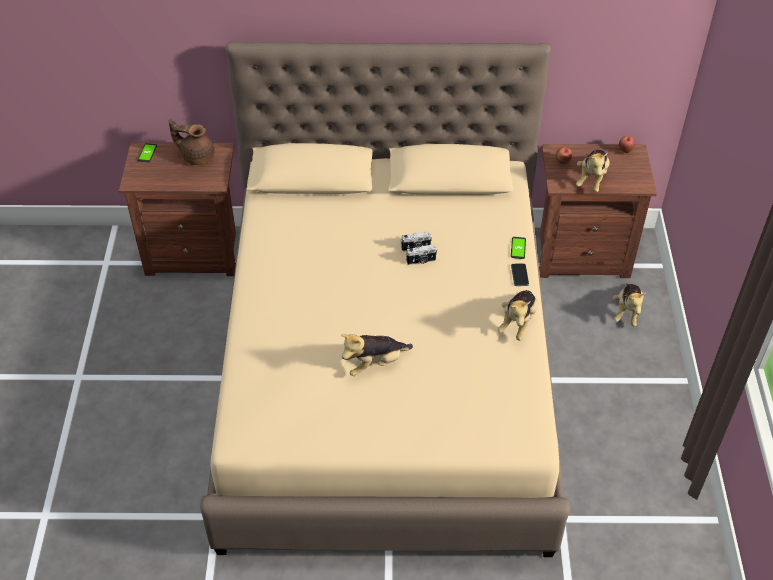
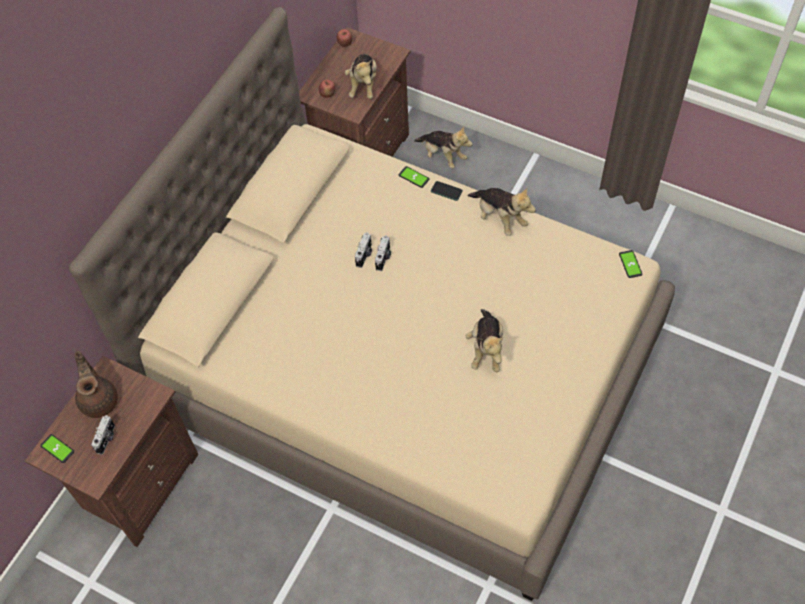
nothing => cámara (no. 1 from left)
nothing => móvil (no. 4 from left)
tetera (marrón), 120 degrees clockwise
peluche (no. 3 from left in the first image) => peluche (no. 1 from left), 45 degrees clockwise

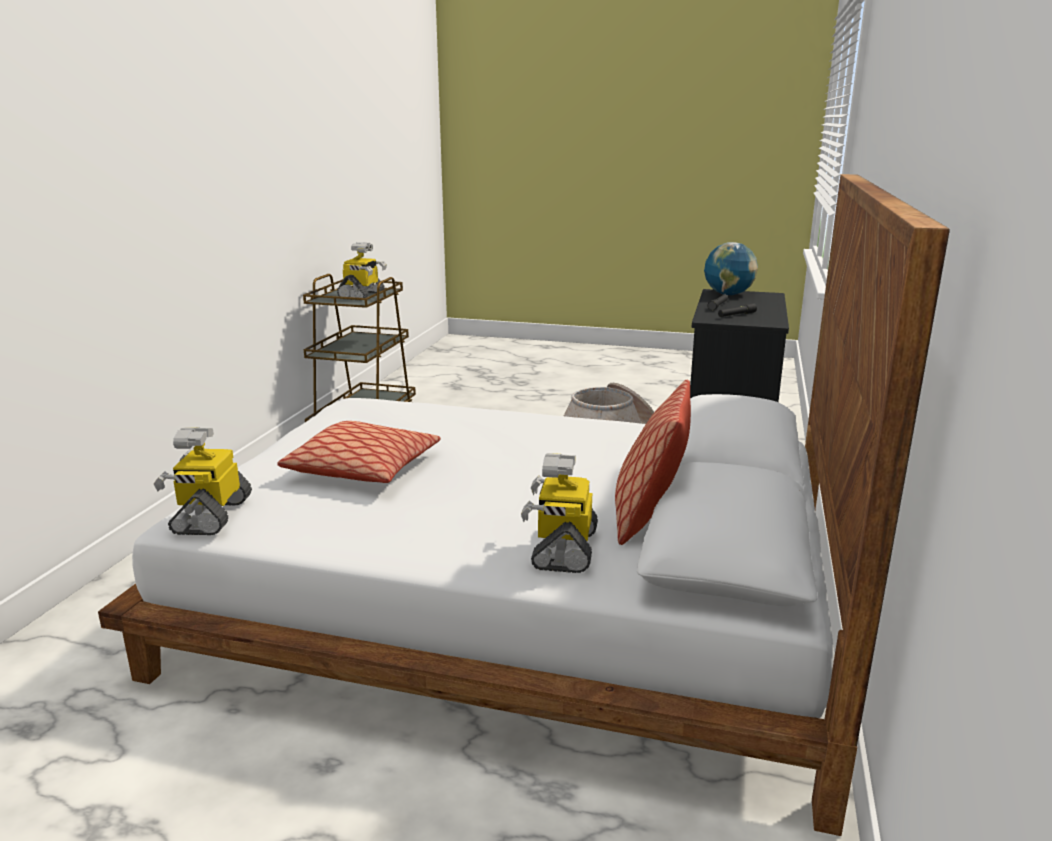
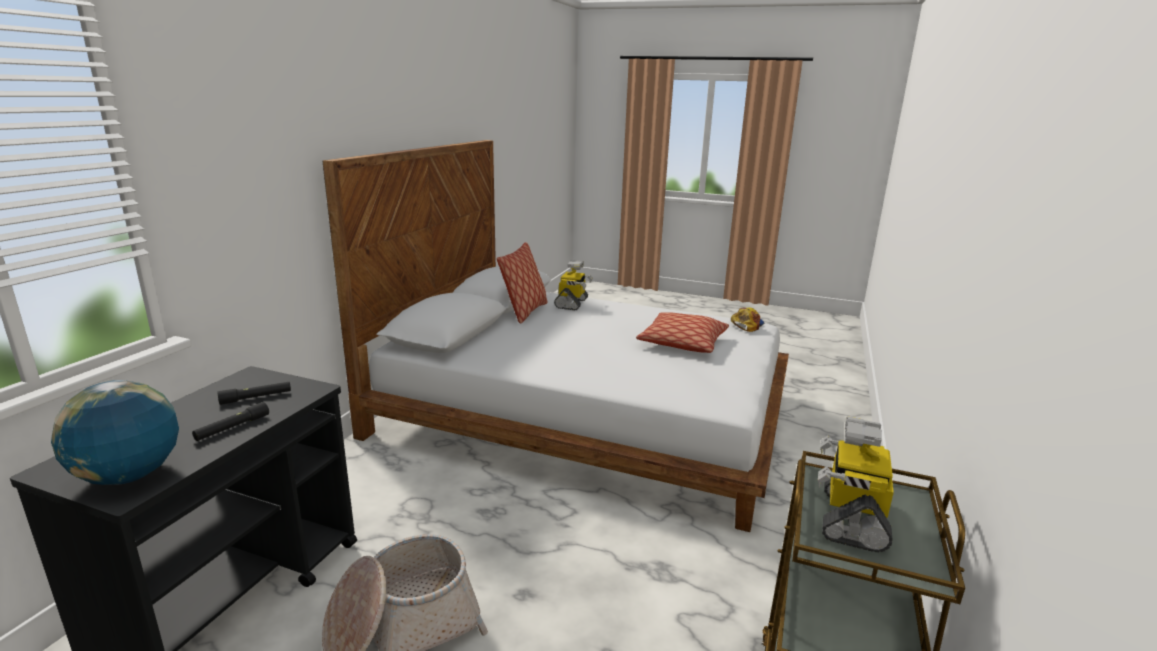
robot de juguete (no. 1 from left) => gorra

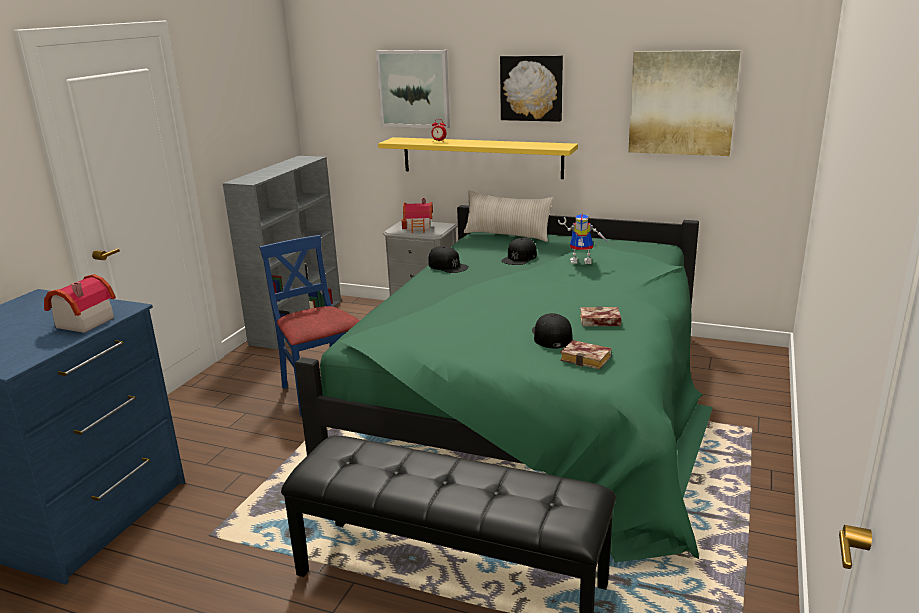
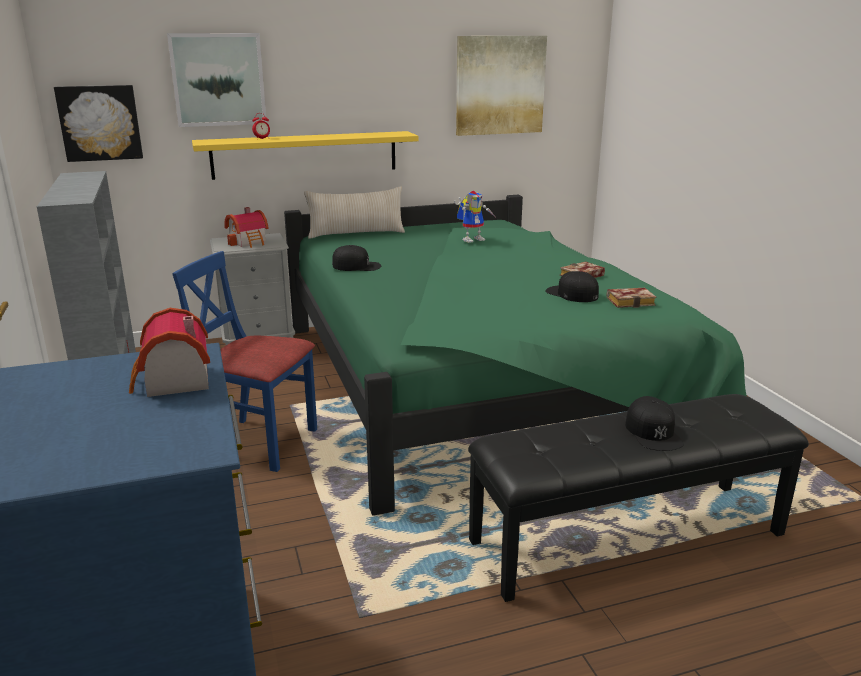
cuadro (no. 2 from left in the first image) => cuadro (no. 1 from left), shifted
gorra (negro) (no. 2 from left in the first image) => gorra (negro) (no. 3 from left), shifted

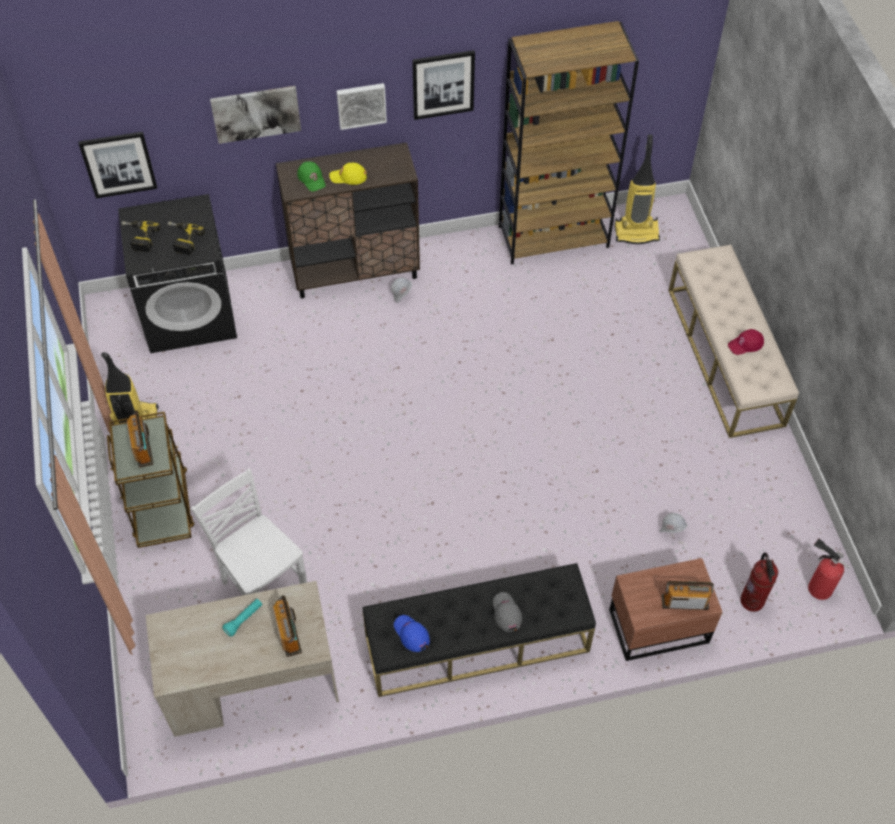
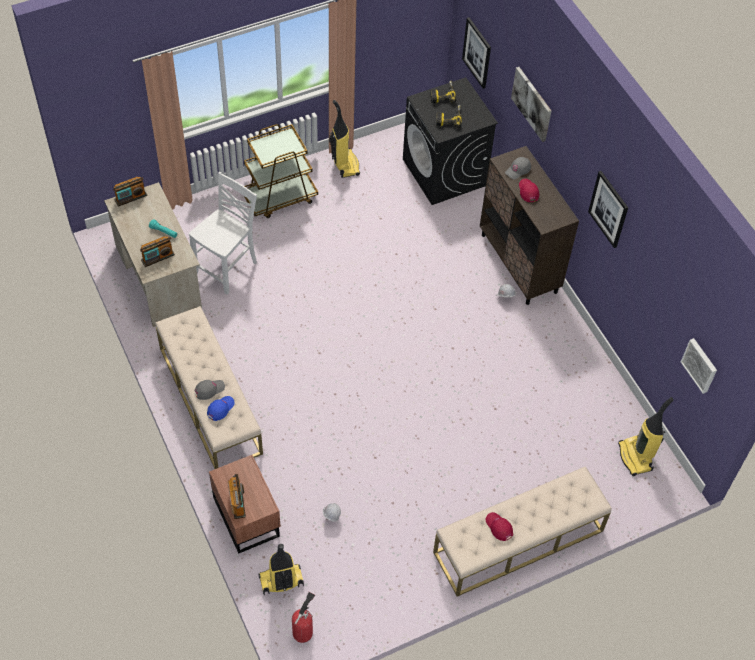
estantería (marrón) => nothing
radio (no. 1 from left), shifted
cuadro (no. 3 from left in the first image) => cuadro (no. 4 from left), shifted
gorra (azul), shifted
extintor (no. 1 from left) => aspiradora (no. 1 from left)
gorra (verde) => gorra (gris) (no. 2 from left)
gorra (amarillo) => gorra (rojo) (no. 2 from left)
banco (negro) => banco (beis) (no. 1 from left)

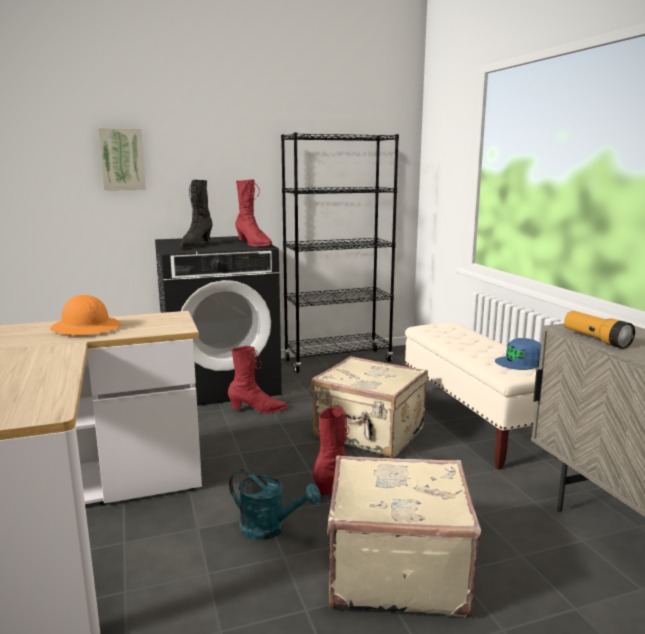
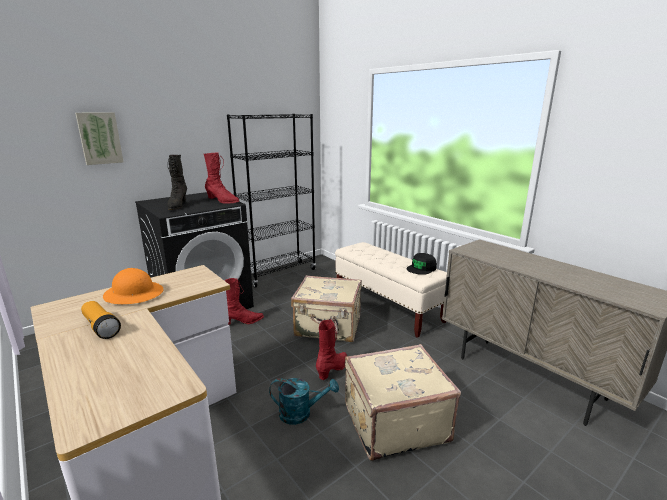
linterna, shifted
gorra (azul) => gorra (negro)

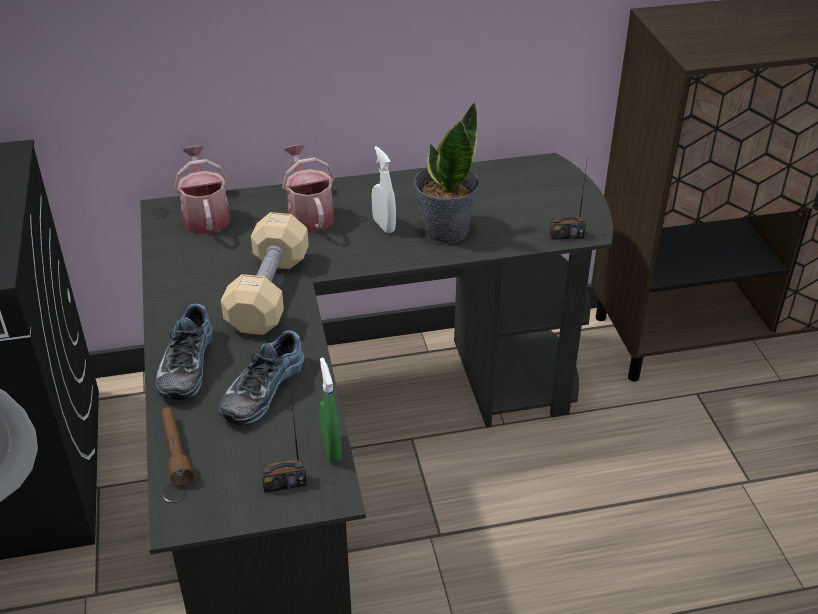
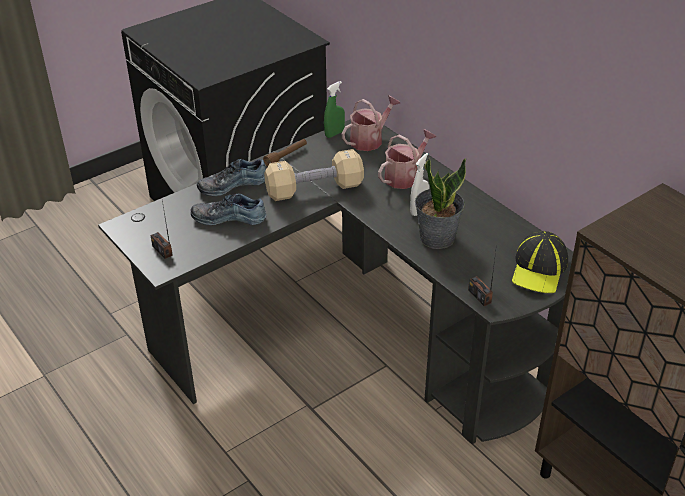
nothing => gorra
linterna (marrón), shifted
pulverizador (verde), shifted

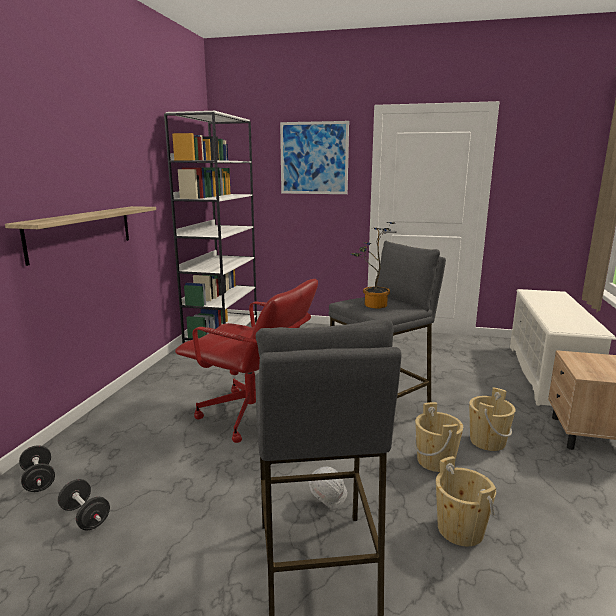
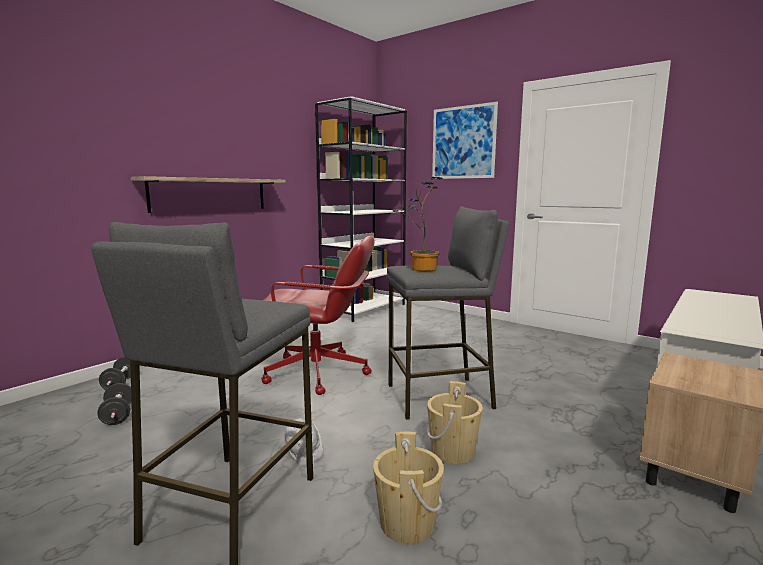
cubo (beis) (no. 3 from left) => nothing
silla de oficina (rojo), 45 degrees counterclockwise

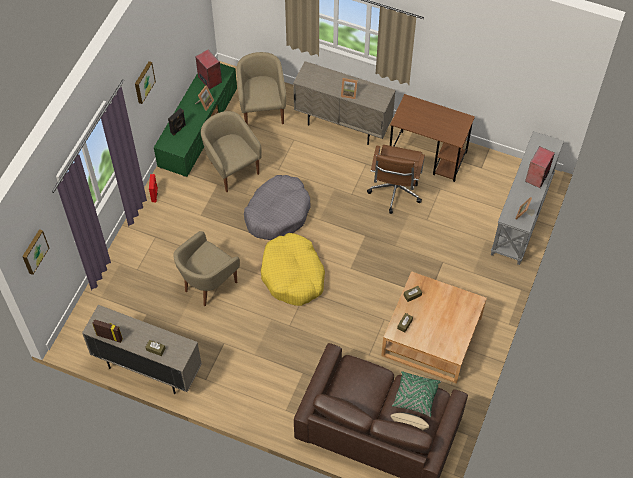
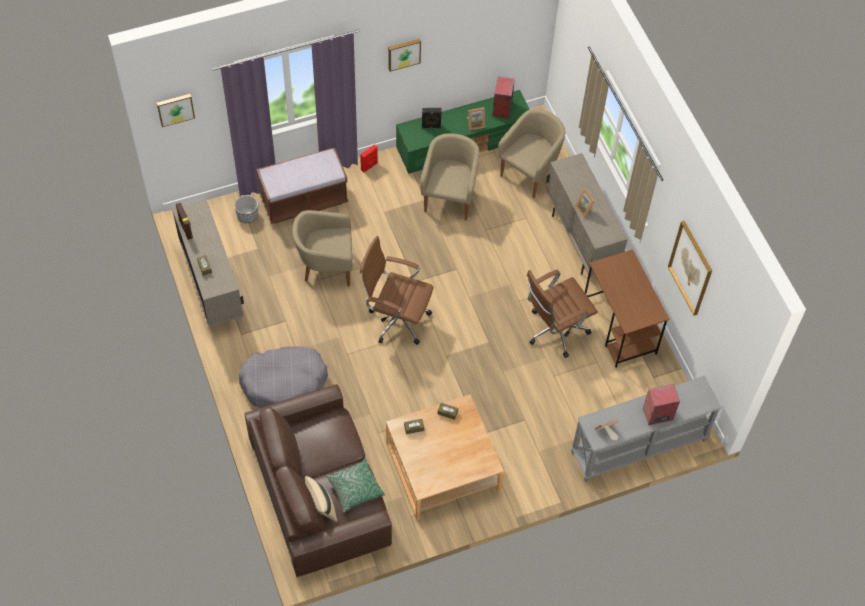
nothing => maceta
nothing => banco (marrón)
nothing => cuadro (no. 3 from left)
cama para perro (gris), shifted
cama para perro (amarillo) => silla de oficina (marrón) (no. 1 from left)

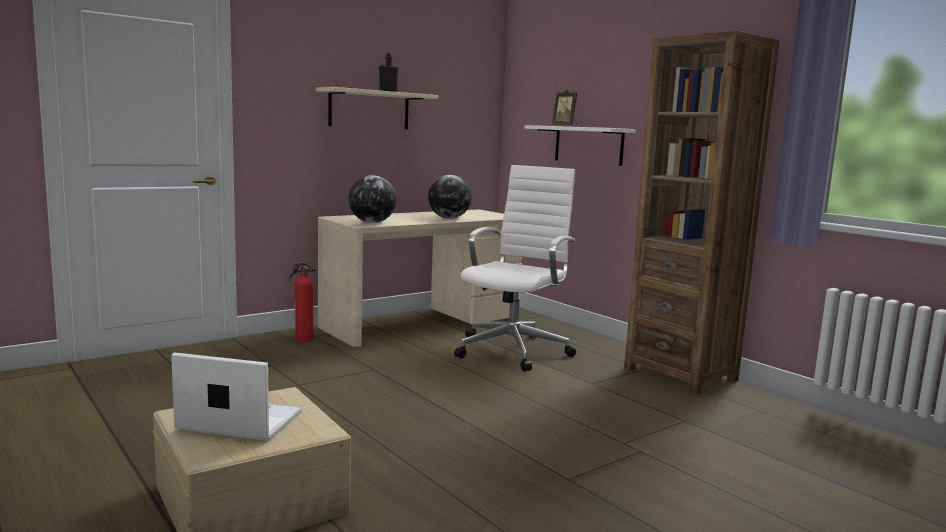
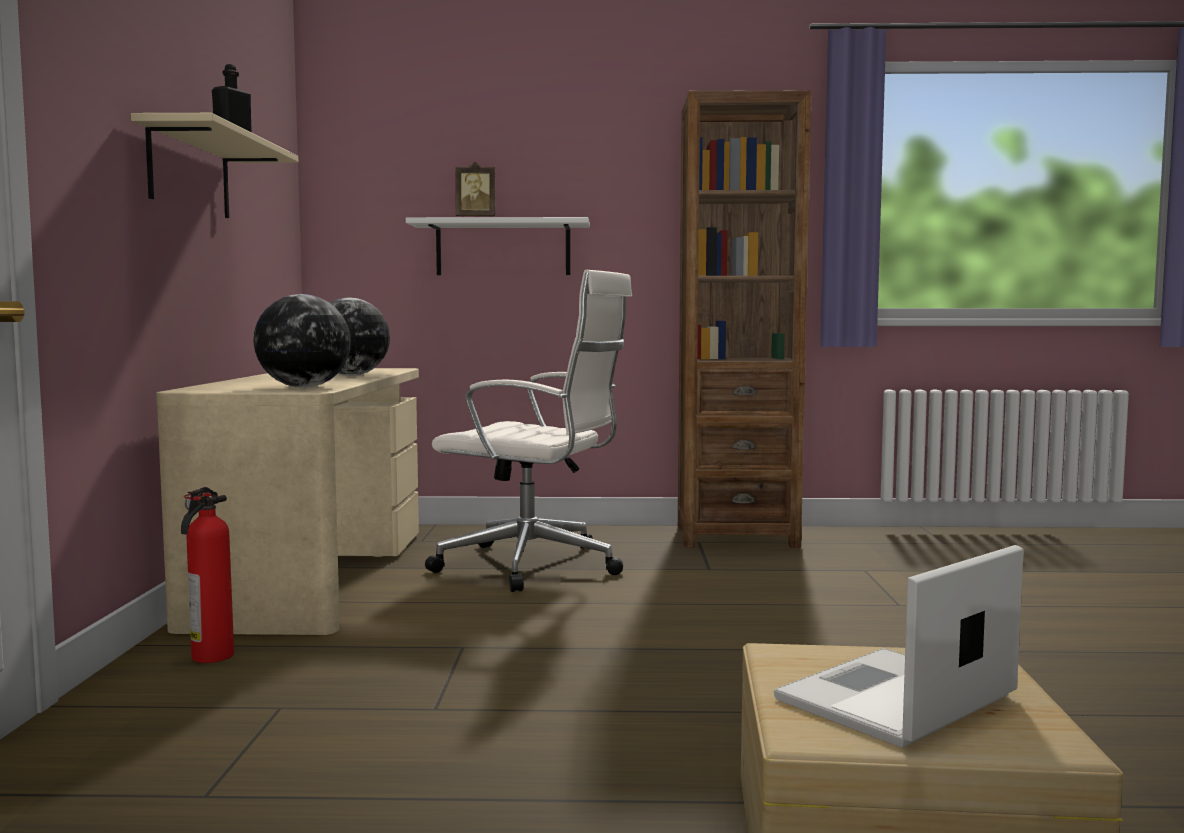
silla de oficina (blanco), 135 degrees clockwise

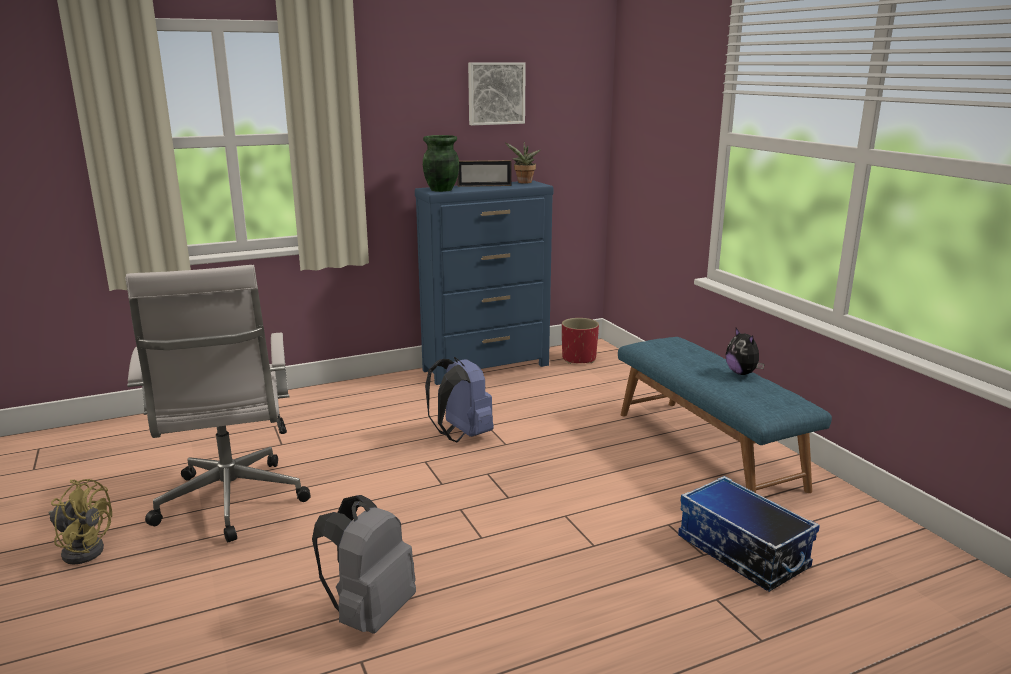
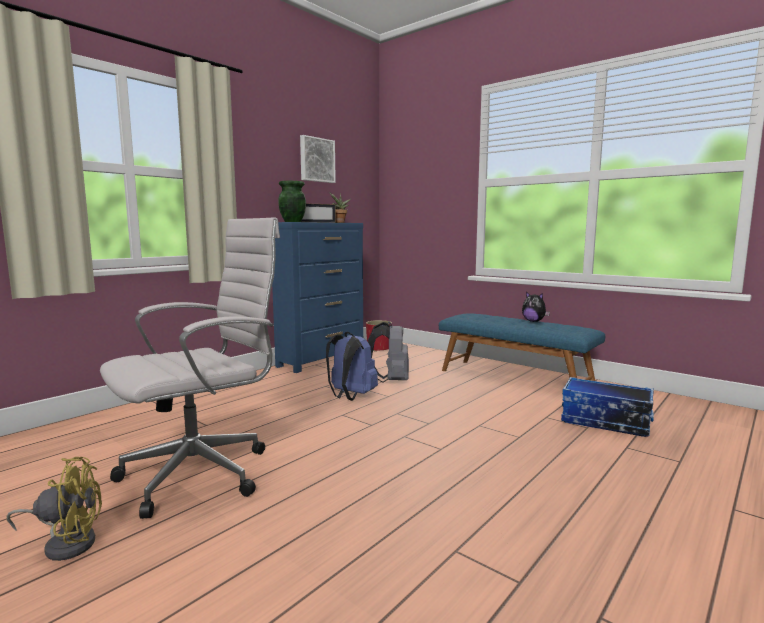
mochila (gris), shifted
silla de oficina (blanco), 90 degrees counterclockwise

